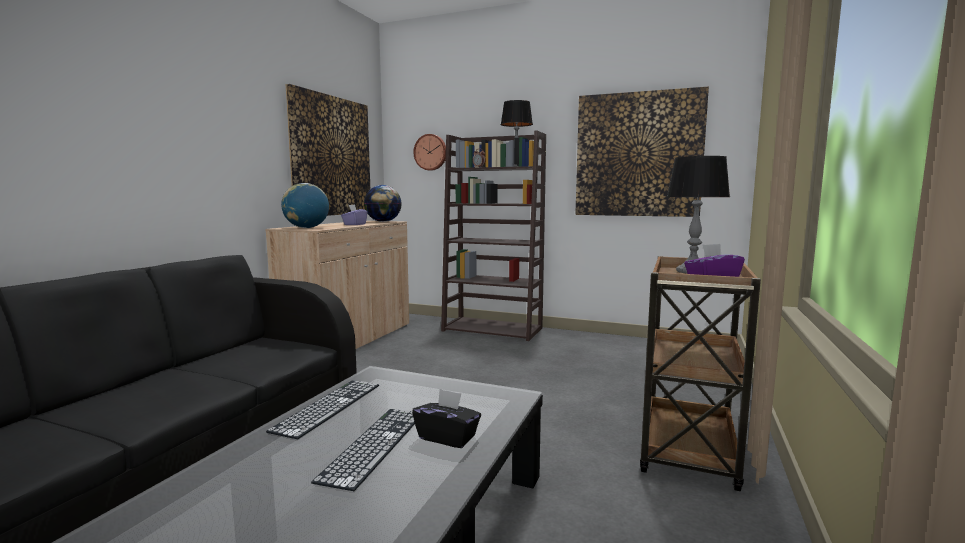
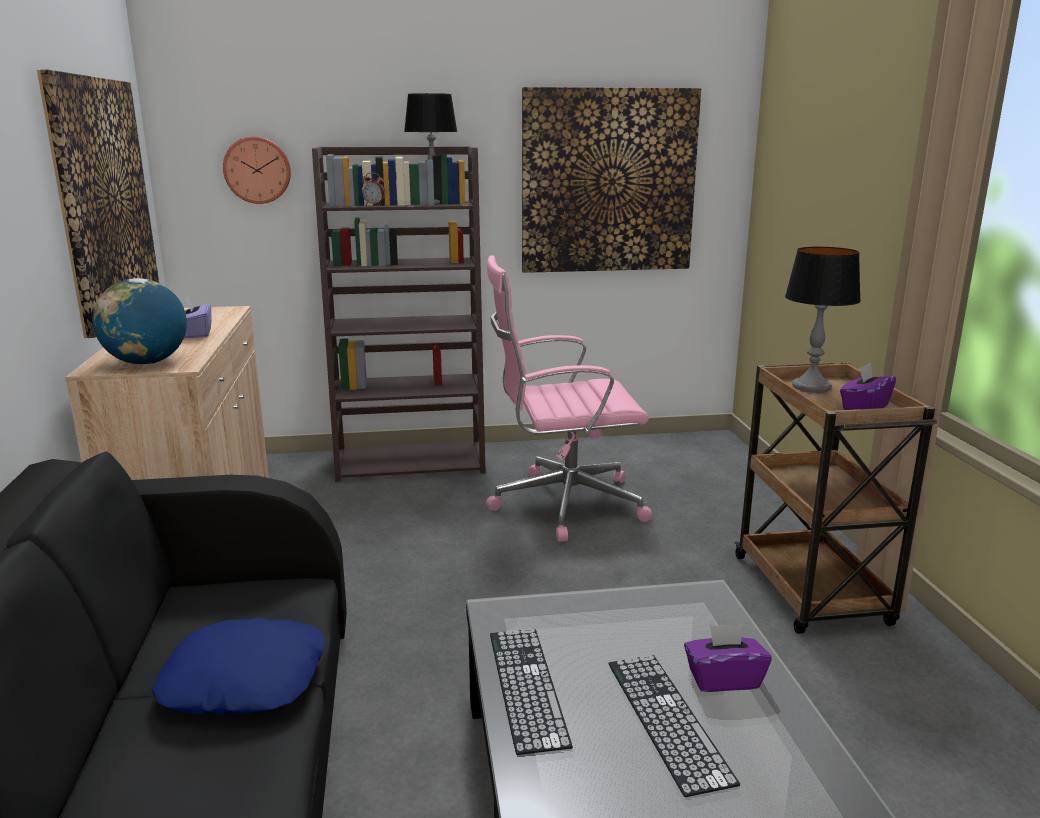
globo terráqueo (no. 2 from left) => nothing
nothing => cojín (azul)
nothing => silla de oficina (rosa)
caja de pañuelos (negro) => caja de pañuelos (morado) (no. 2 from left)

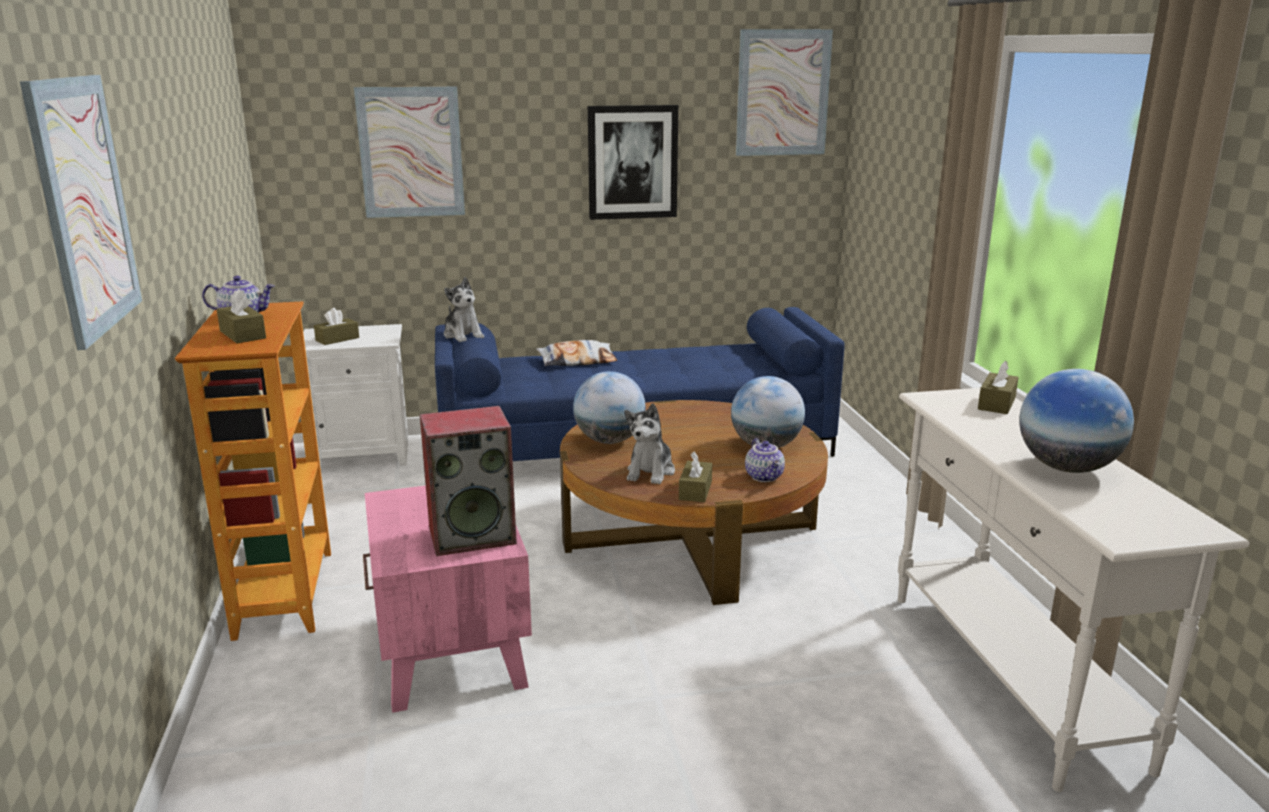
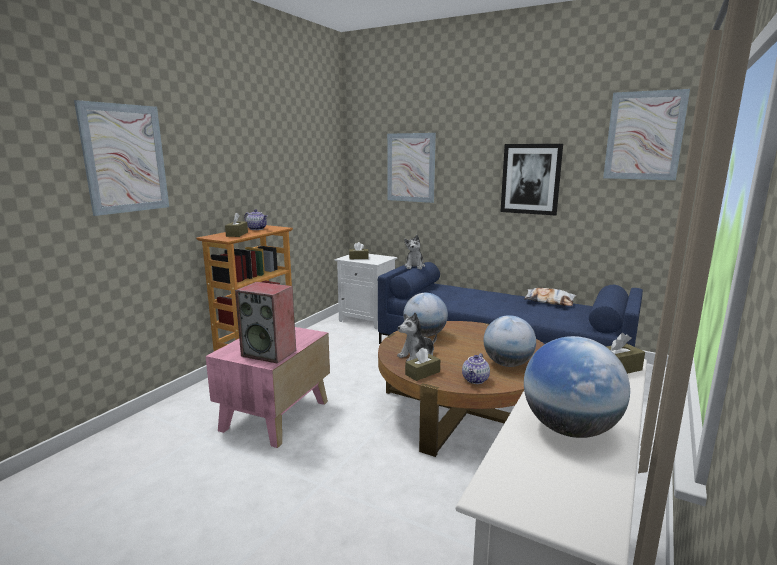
cojín, shifted

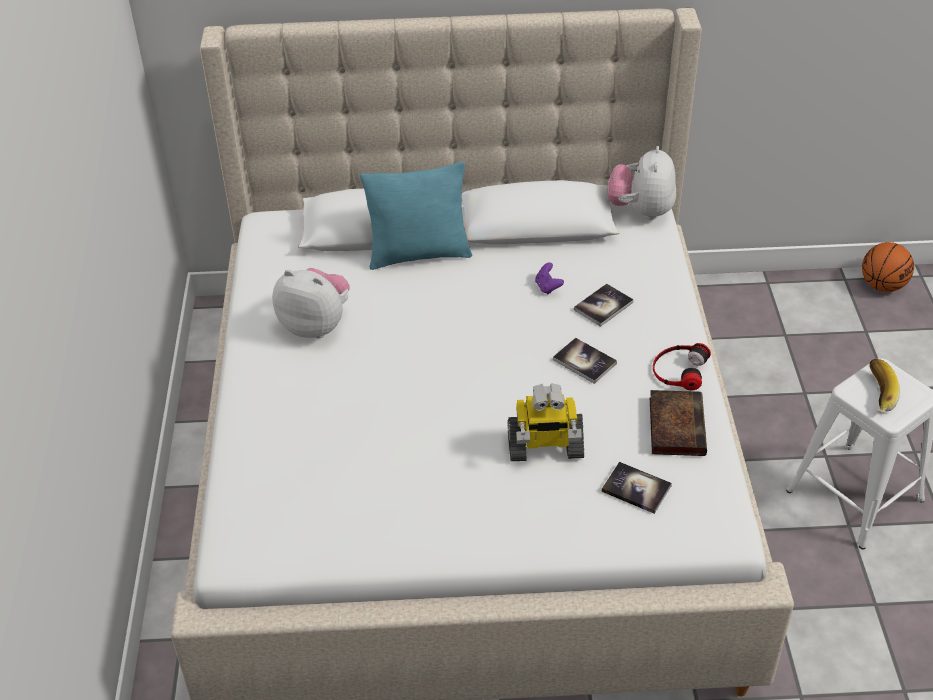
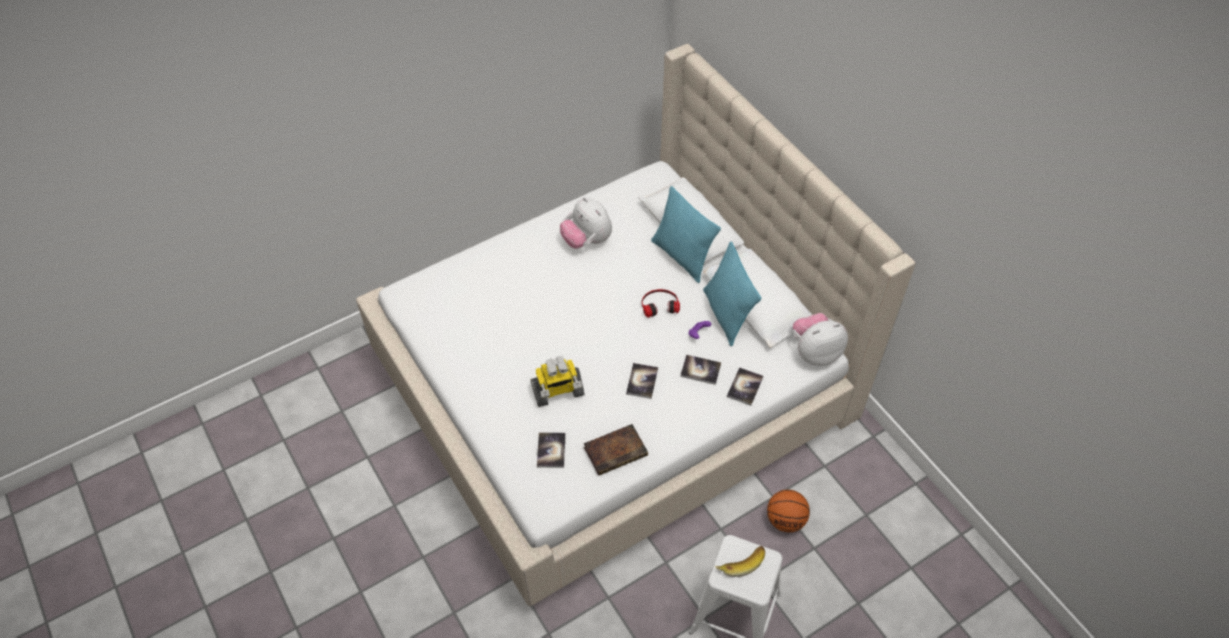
nothing => cojín (turquesa) (no. 2 from left)
nothing => libro (no. 5 from left)
auriculares, shifted
balón de baloncesto, shifted
peluche (no. 1 from left), 150 degrees clockwise
robot de juguete, 75 degrees counterclockwise

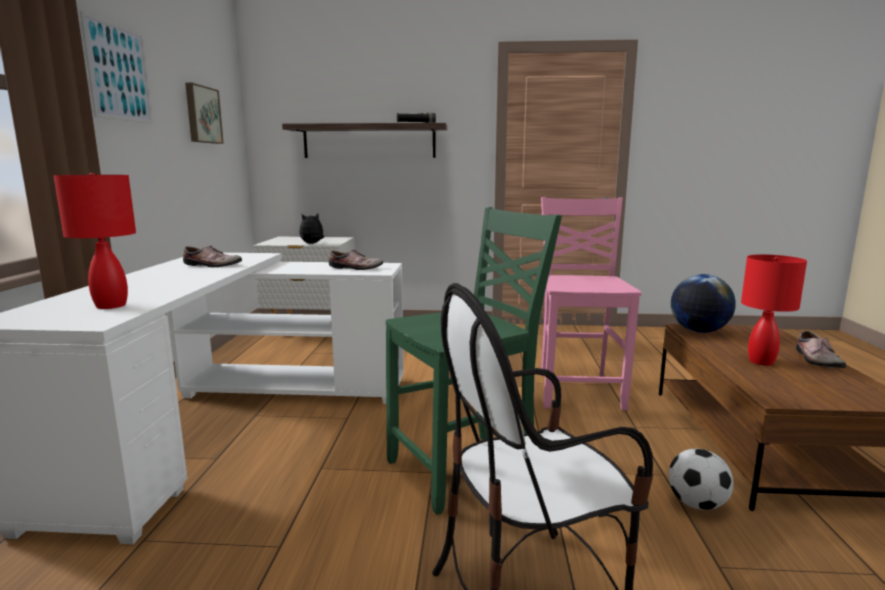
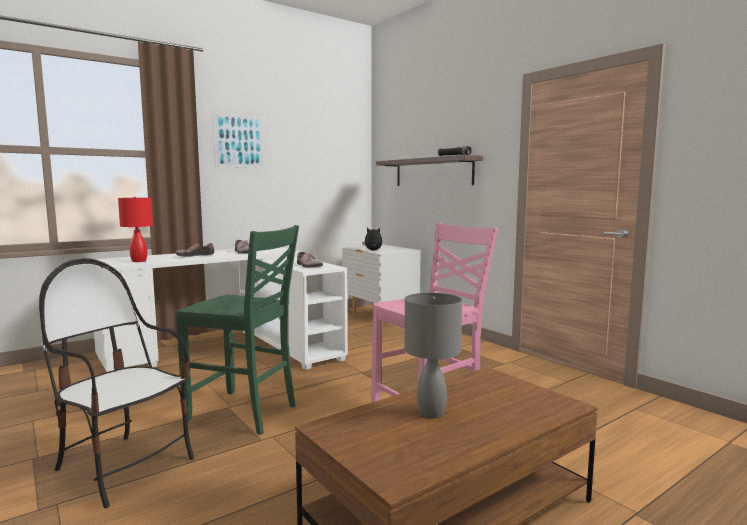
cuadro (no. 2 from left) => nothing
balón de fútbol => nothing
globo terráqueo => nothing
zapato (no. 3 from left in the first image) => zapato (no. 1 from left), shifted
lámpara de mesa (rojo) (no. 2 from left) => lámpara de mesa (gris)

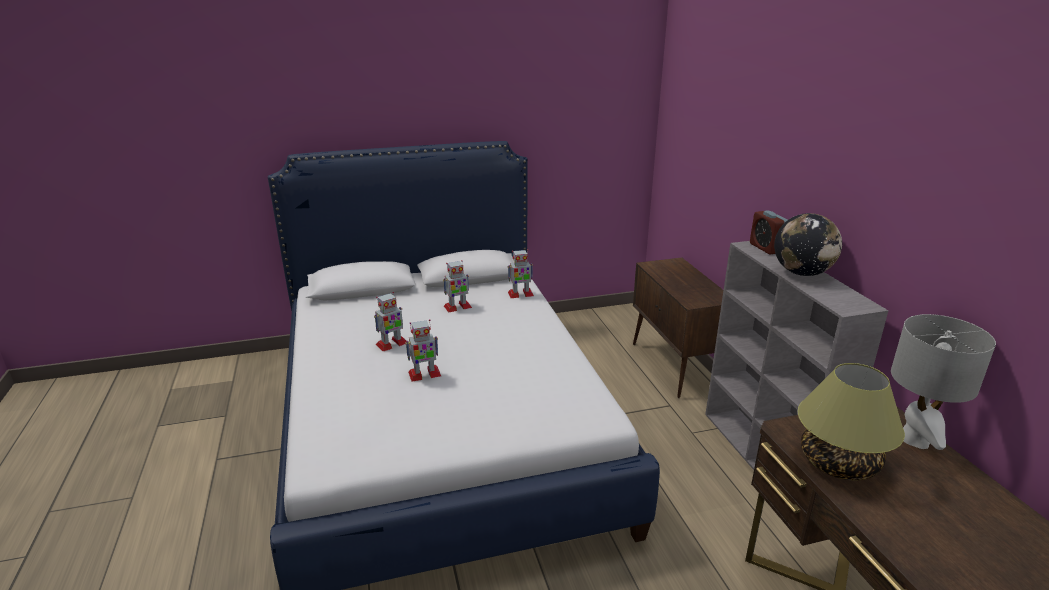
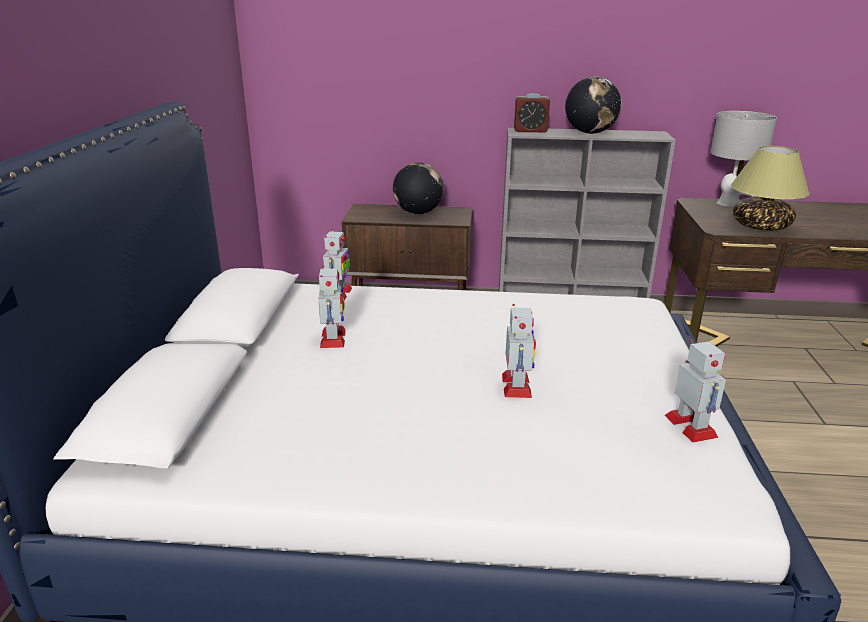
nothing => globo terráqueo (no. 1 from left)
robot de juguete (no. 1 from left in the first image) => robot de juguete (no. 4 from left), shifted

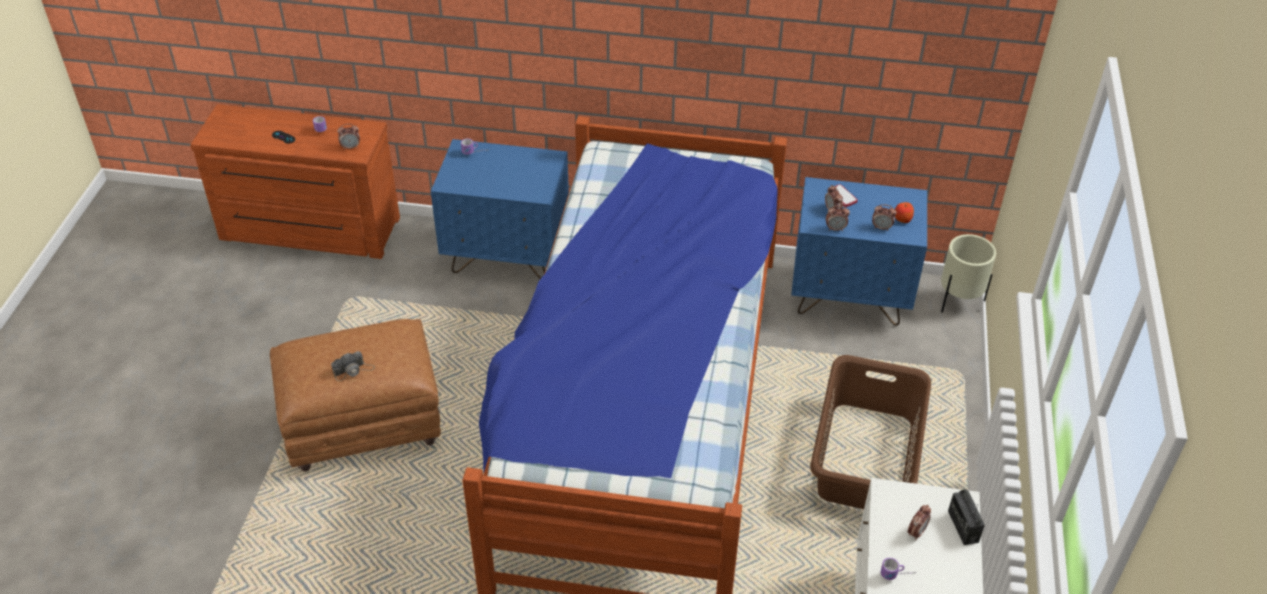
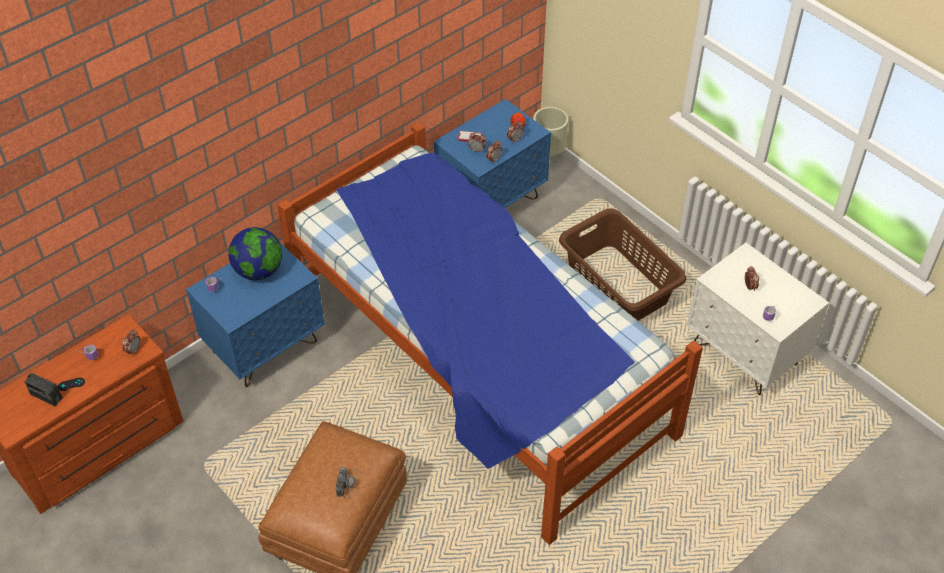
nothing => globo terráqueo
radio, shifted

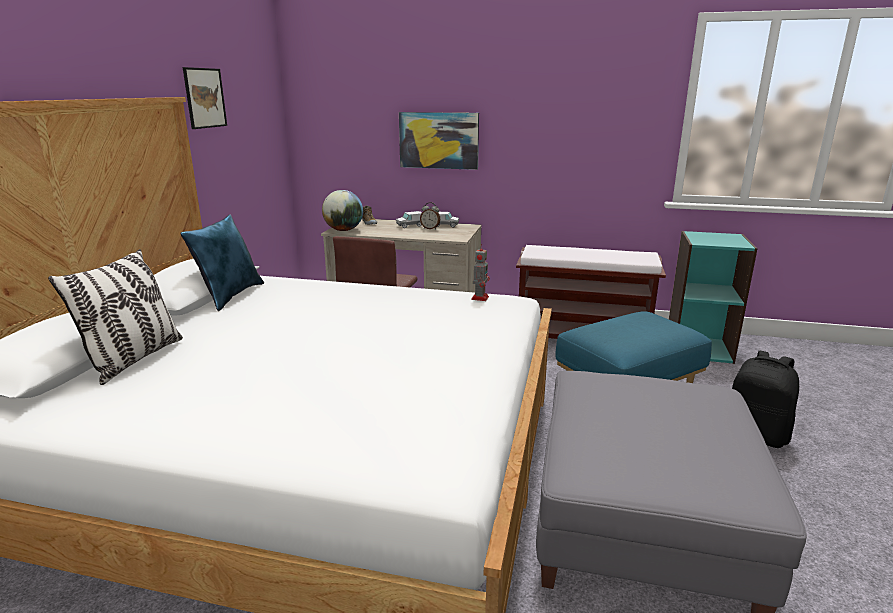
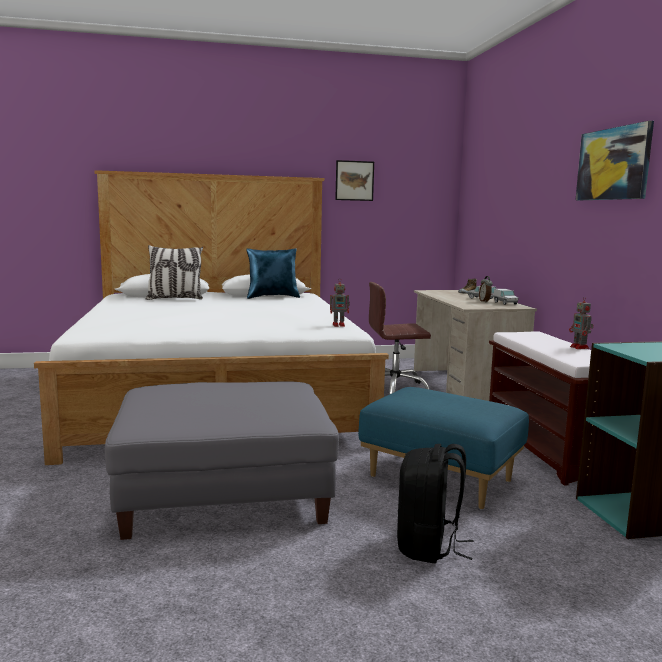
globo terráqueo => nothing
nothing => robot de juguete (no. 2 from left)
cuadro (no. 2 from left), shifted

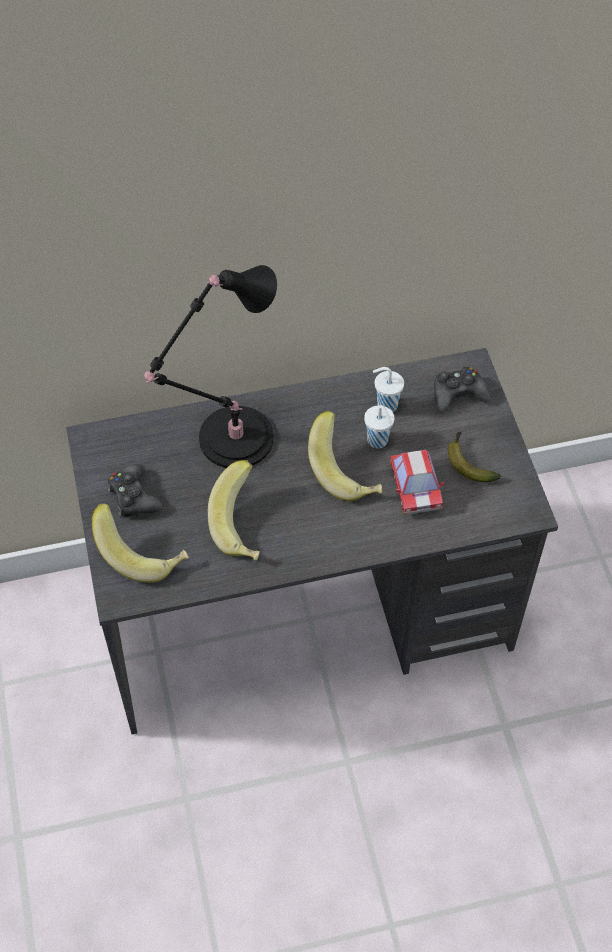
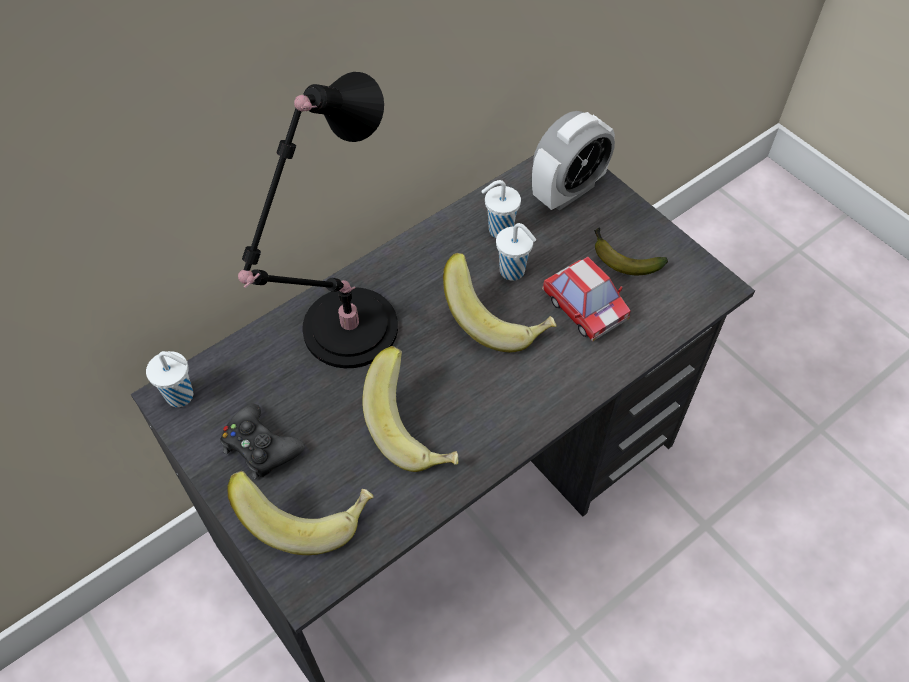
nothing => taza (blanco) (no. 1 from left)
mando de consola (negro) (no. 2 from left) => despertador

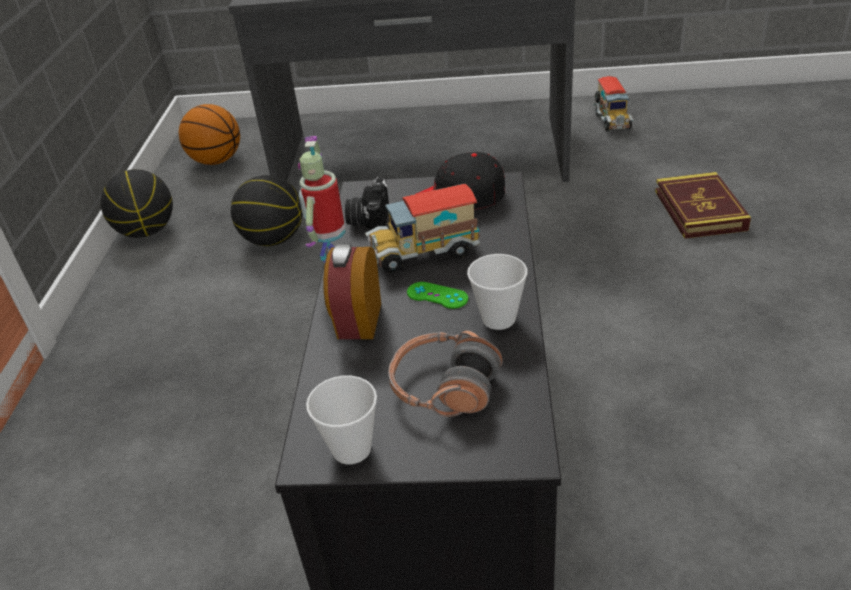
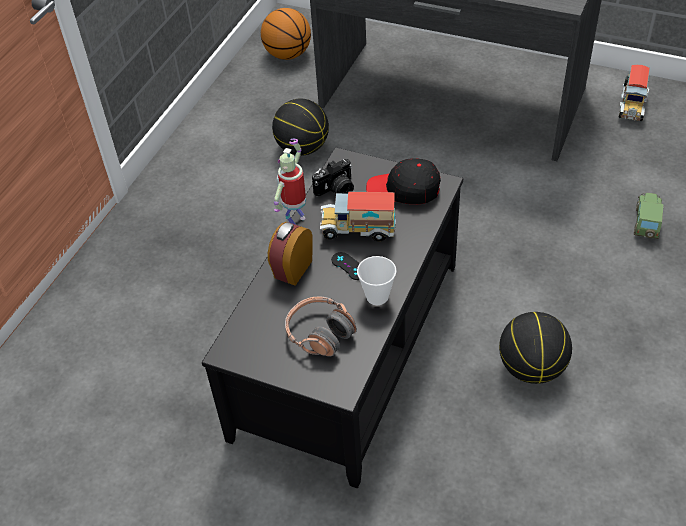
taza (no. 1 from left) => nothing
balón de baloncesto (no. 1 from left in the first image) => balón de baloncesto (no. 3 from left), shifted
libro => coche de juguete
mando de consola (verde) => mando de consola (negro)
cámara, 150 degrees counterclockwise

